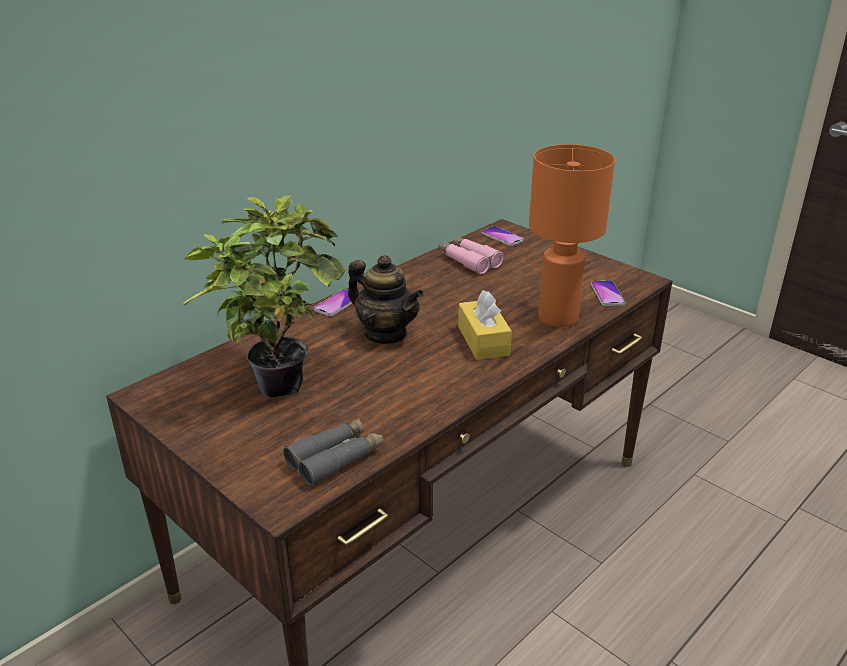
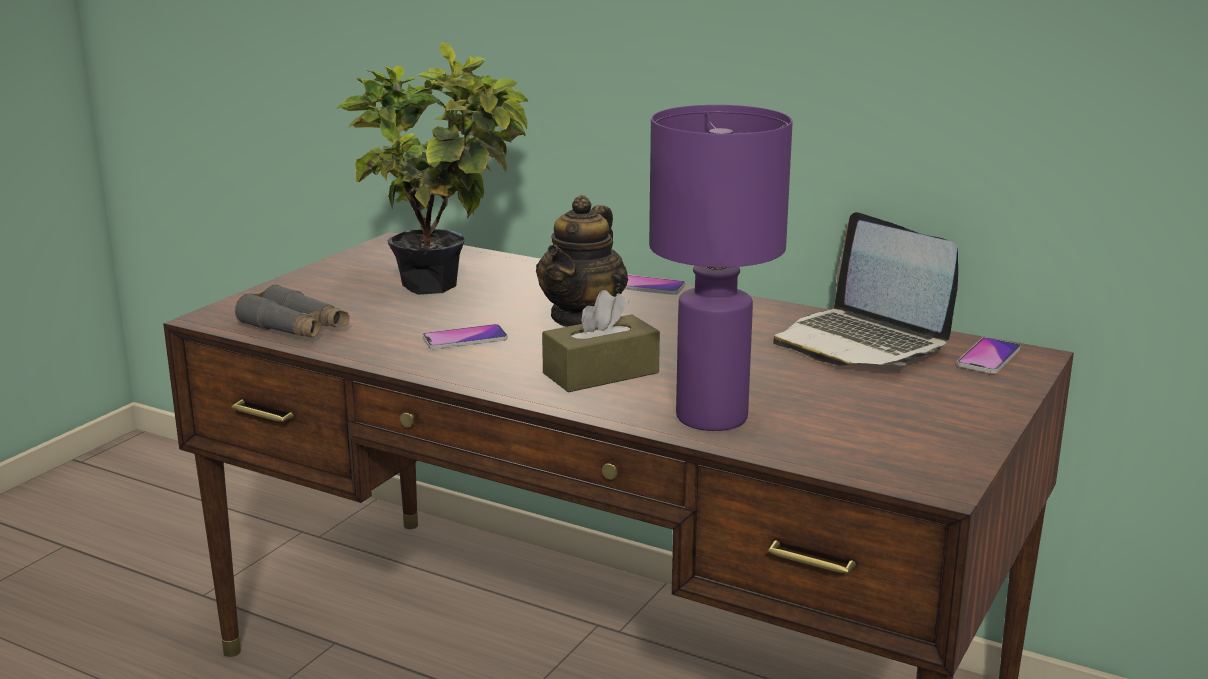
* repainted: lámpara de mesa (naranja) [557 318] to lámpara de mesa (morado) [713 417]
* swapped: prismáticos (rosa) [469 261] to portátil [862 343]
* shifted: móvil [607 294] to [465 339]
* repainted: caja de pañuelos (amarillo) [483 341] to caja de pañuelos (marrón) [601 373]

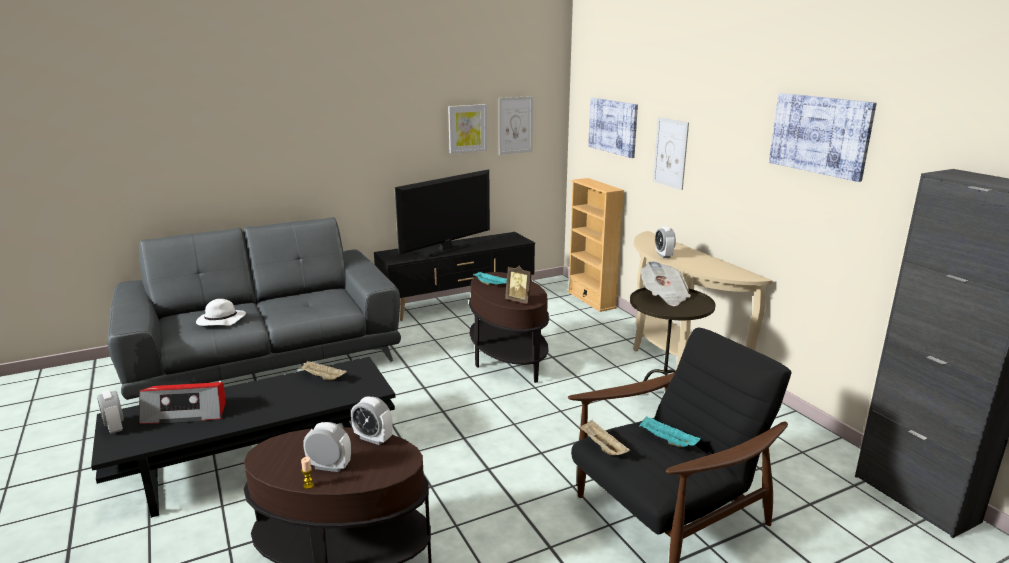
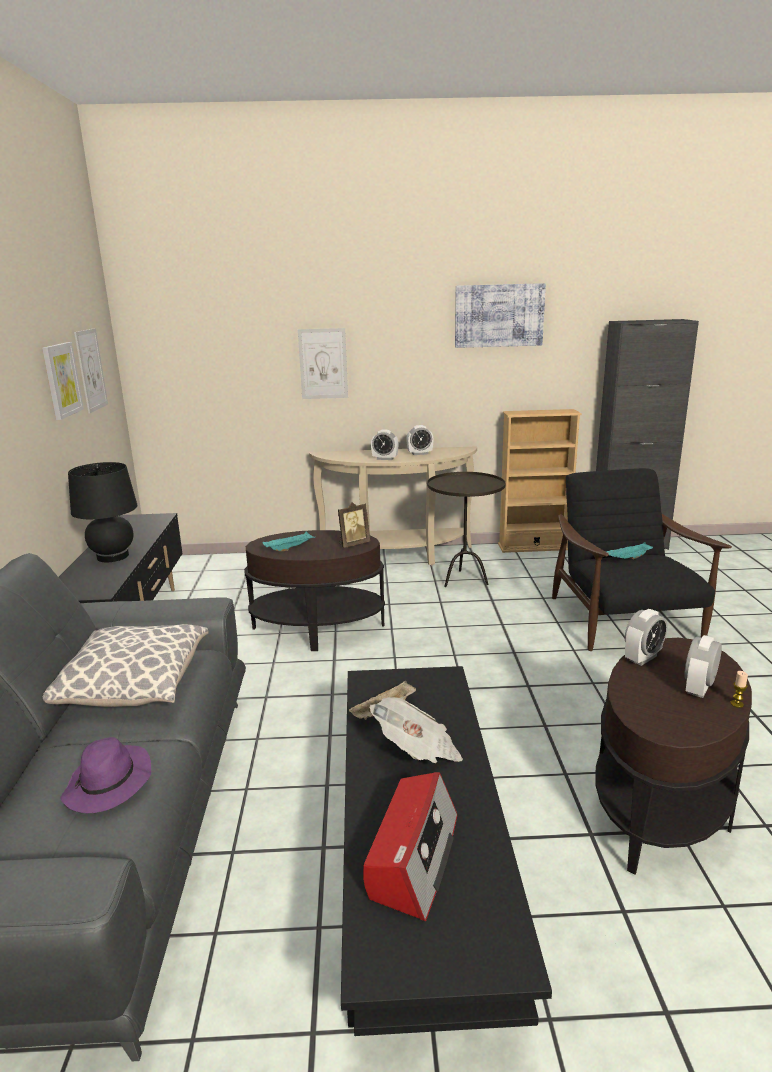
* gone: cuadro [613 126]
* swapped: televisor [445 249] to lámpara de mesa (negro) [113 556]
* shifted: estantería (beis) [591 299] to [534 547]
* shifted: periódico [664 296] to [417 751]
* repainted: sombrero (blanco) [220 321] to sombrero (morado) [109 784]
* shifted: despertador [115 427] to [420 453]
* gone: bandeja (beis) [602 447]
* new: cojín [134 687]

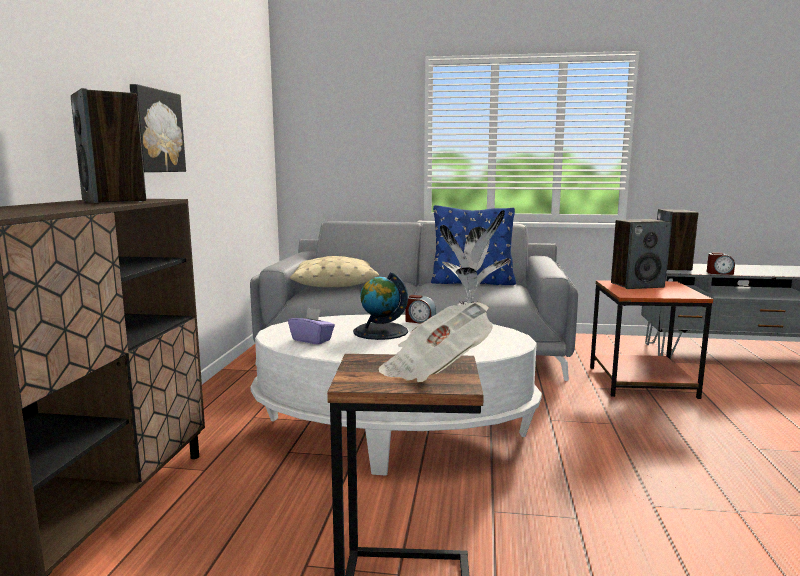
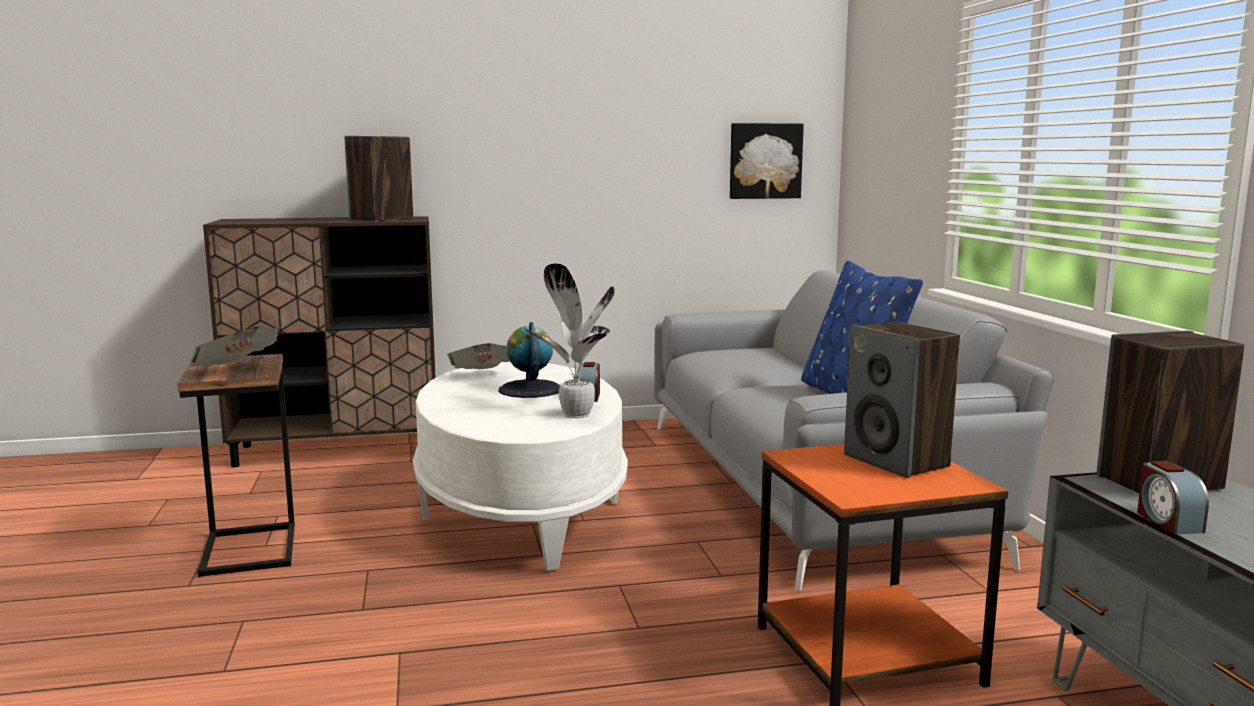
* shifted: cuadro [155 131] to [765 161]
* gone: cojín (beis) [333 283]
* swapped: caja de pañuelos (morado) [312 340] to periódico [482 376]

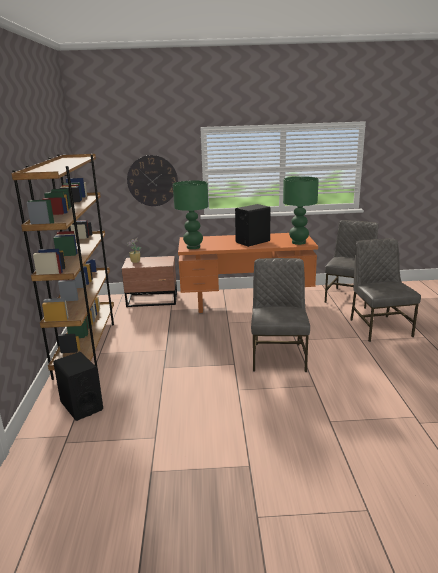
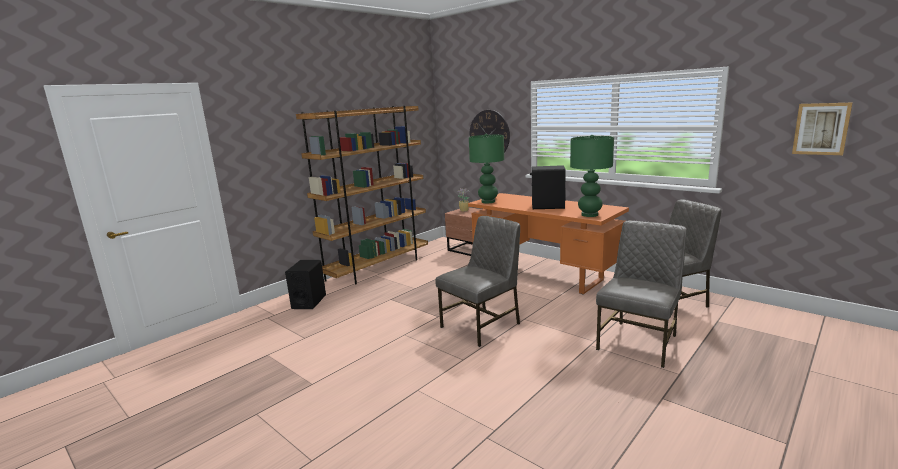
* new: cuadro [821 129]

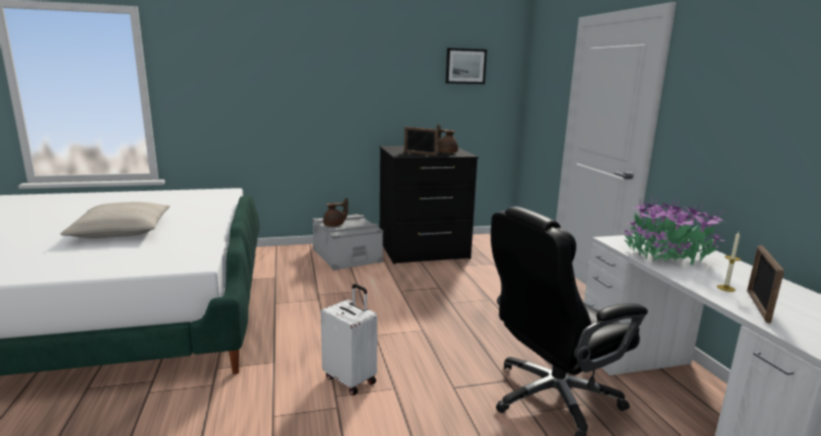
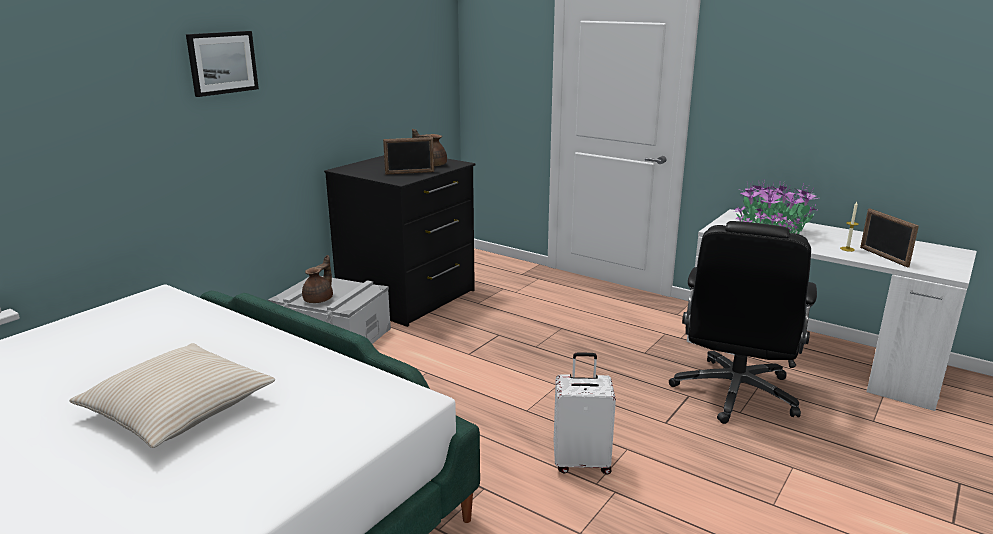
* shifted: cuadro [465 66] to [222 63]

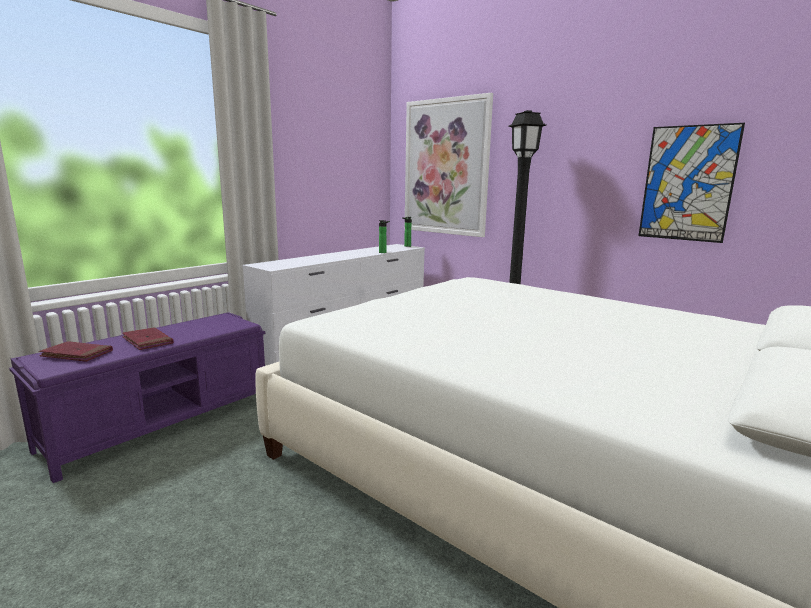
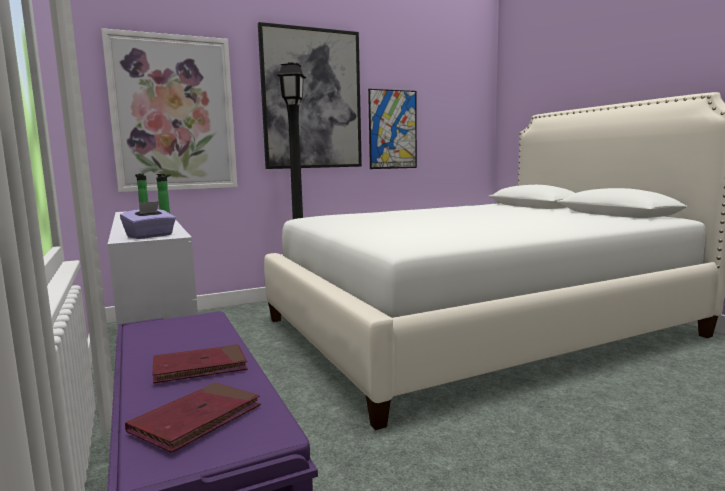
* new: cuadro [312 99]
* new: caja de pañuelos (morado) [150 236]

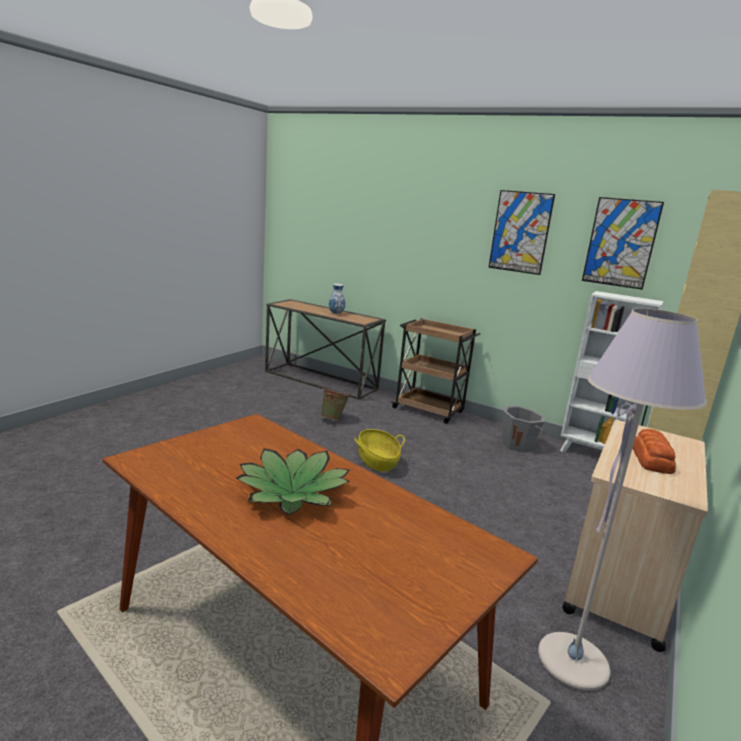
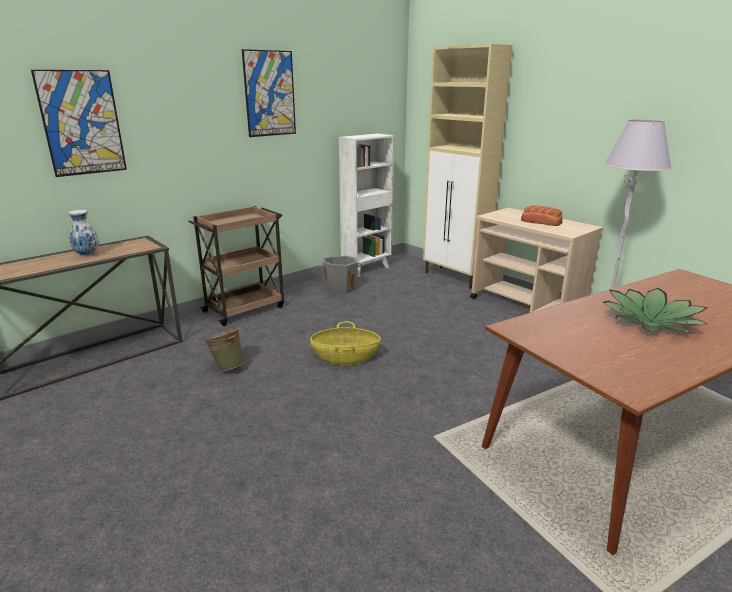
* shifted: cuadro [621 243] to [82 123]

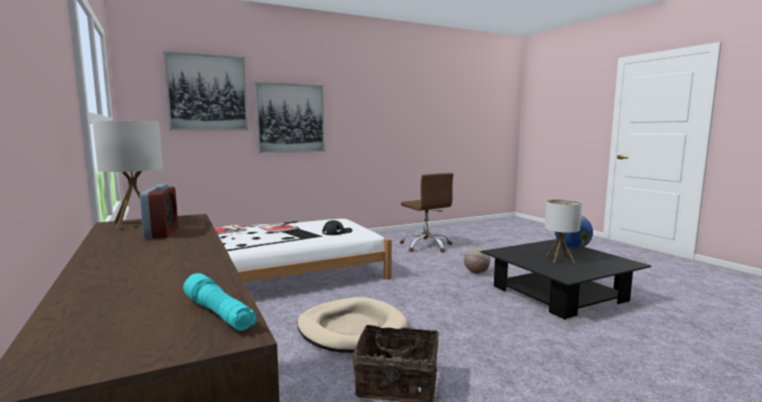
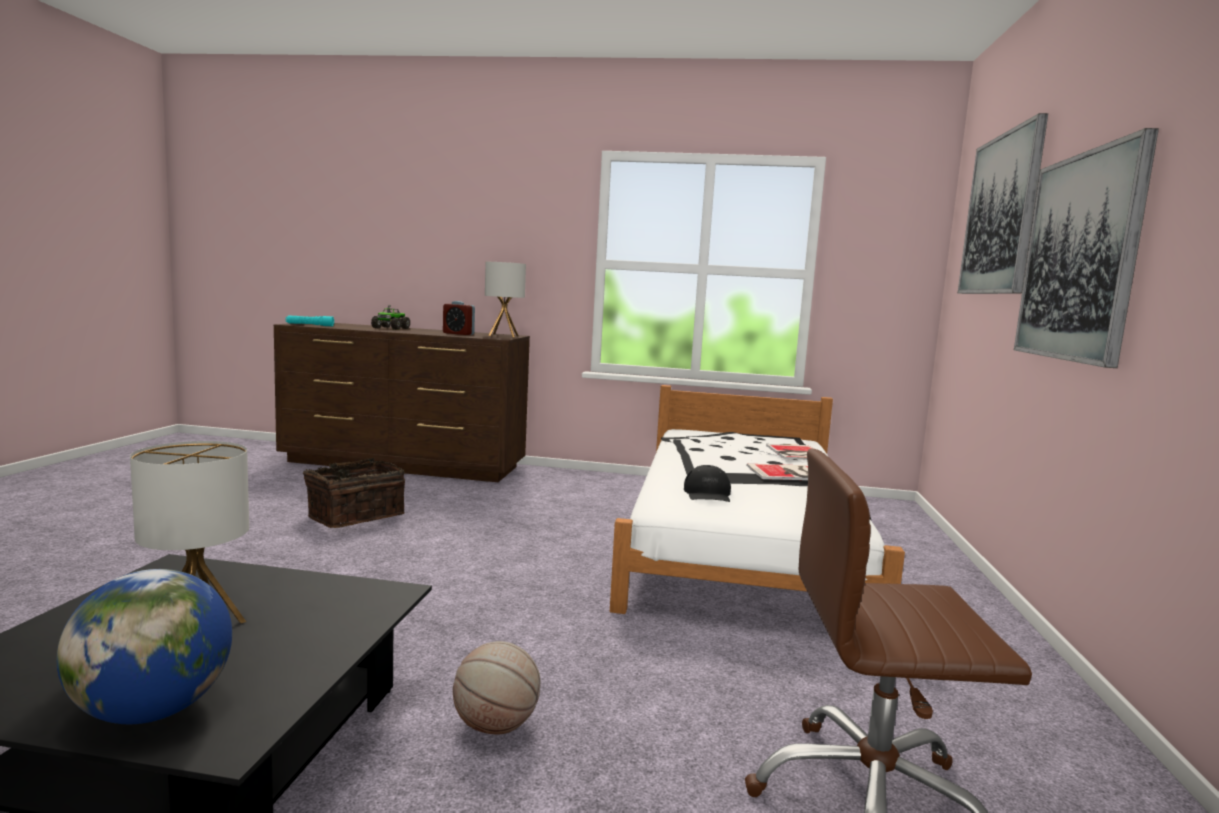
* gone: cama para perro (beis) [351 329]
* new: camión de juguete [391 328]

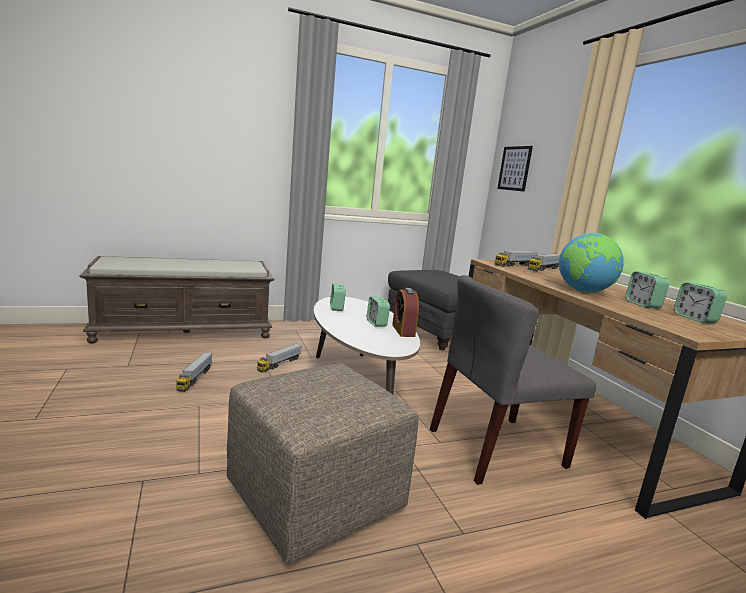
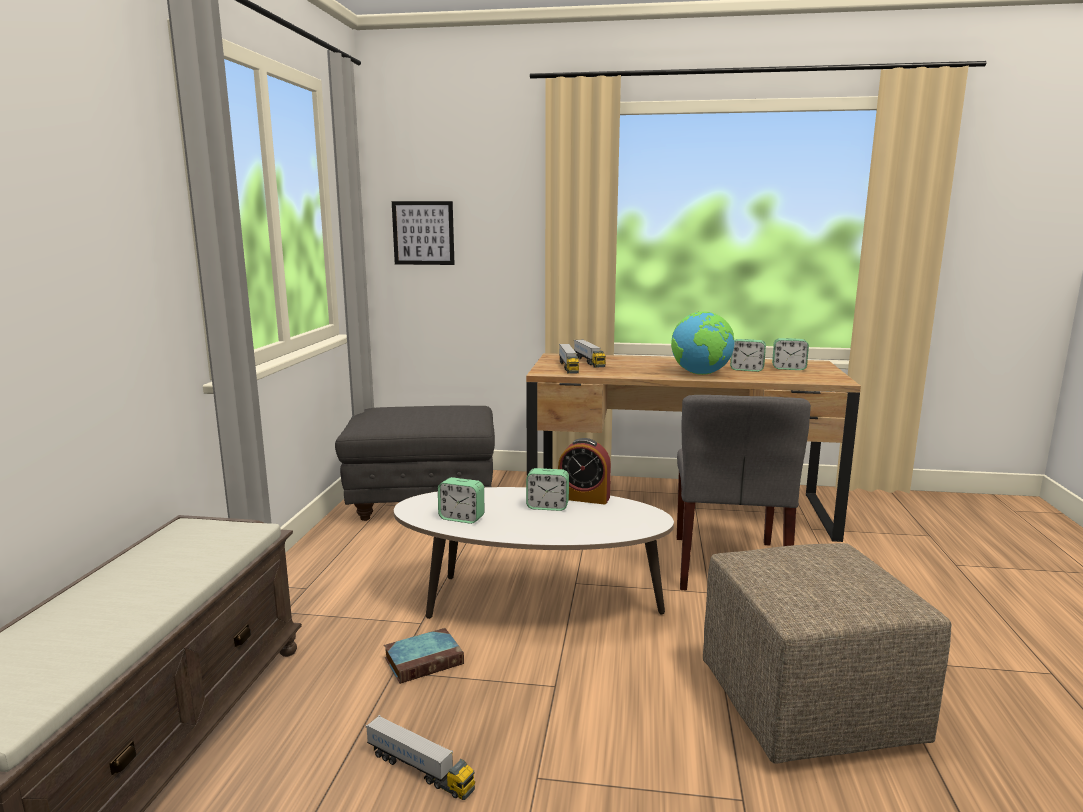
* swapped: camión de juguete [279 364] to libro [425 660]

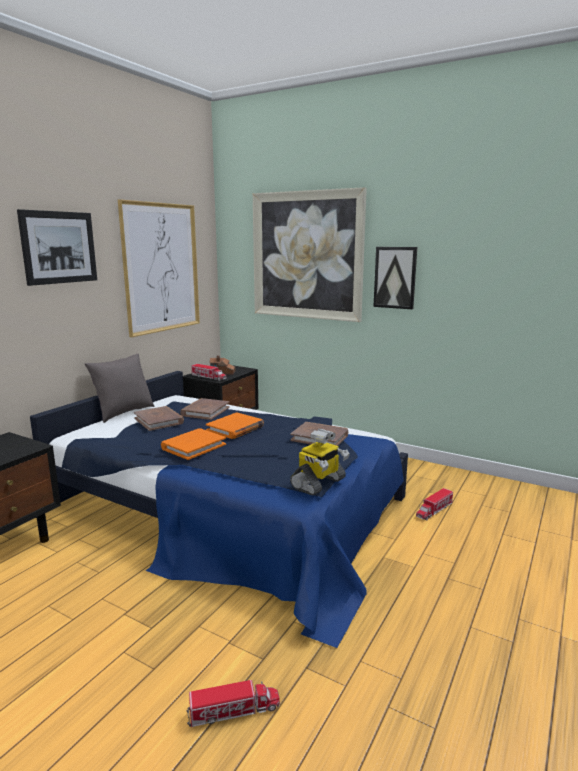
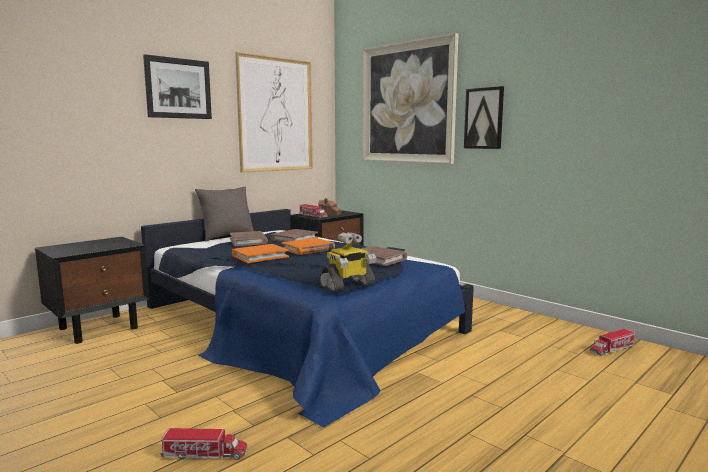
* shifted: camión de juguete [434 510] to [611 349]

